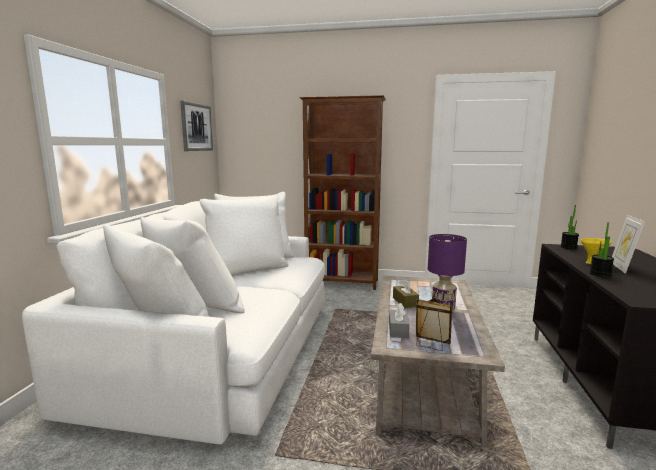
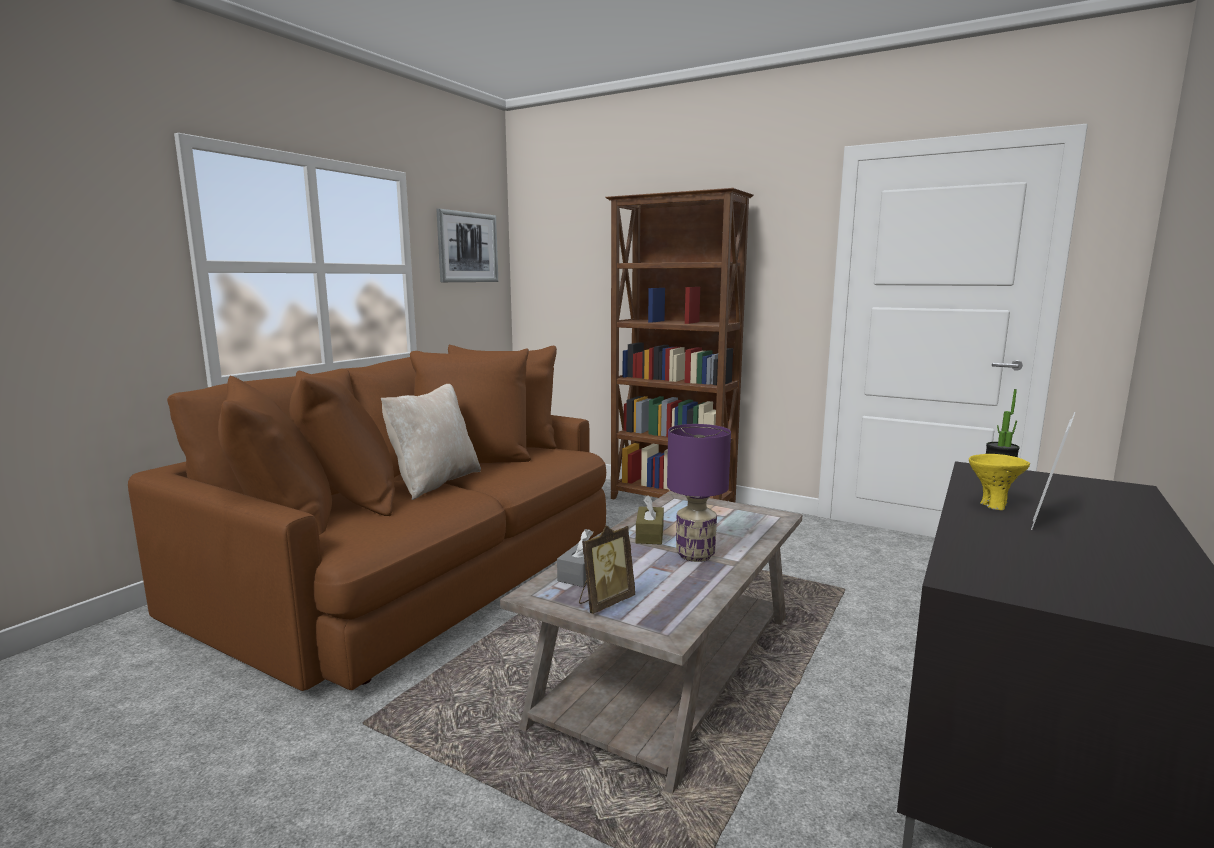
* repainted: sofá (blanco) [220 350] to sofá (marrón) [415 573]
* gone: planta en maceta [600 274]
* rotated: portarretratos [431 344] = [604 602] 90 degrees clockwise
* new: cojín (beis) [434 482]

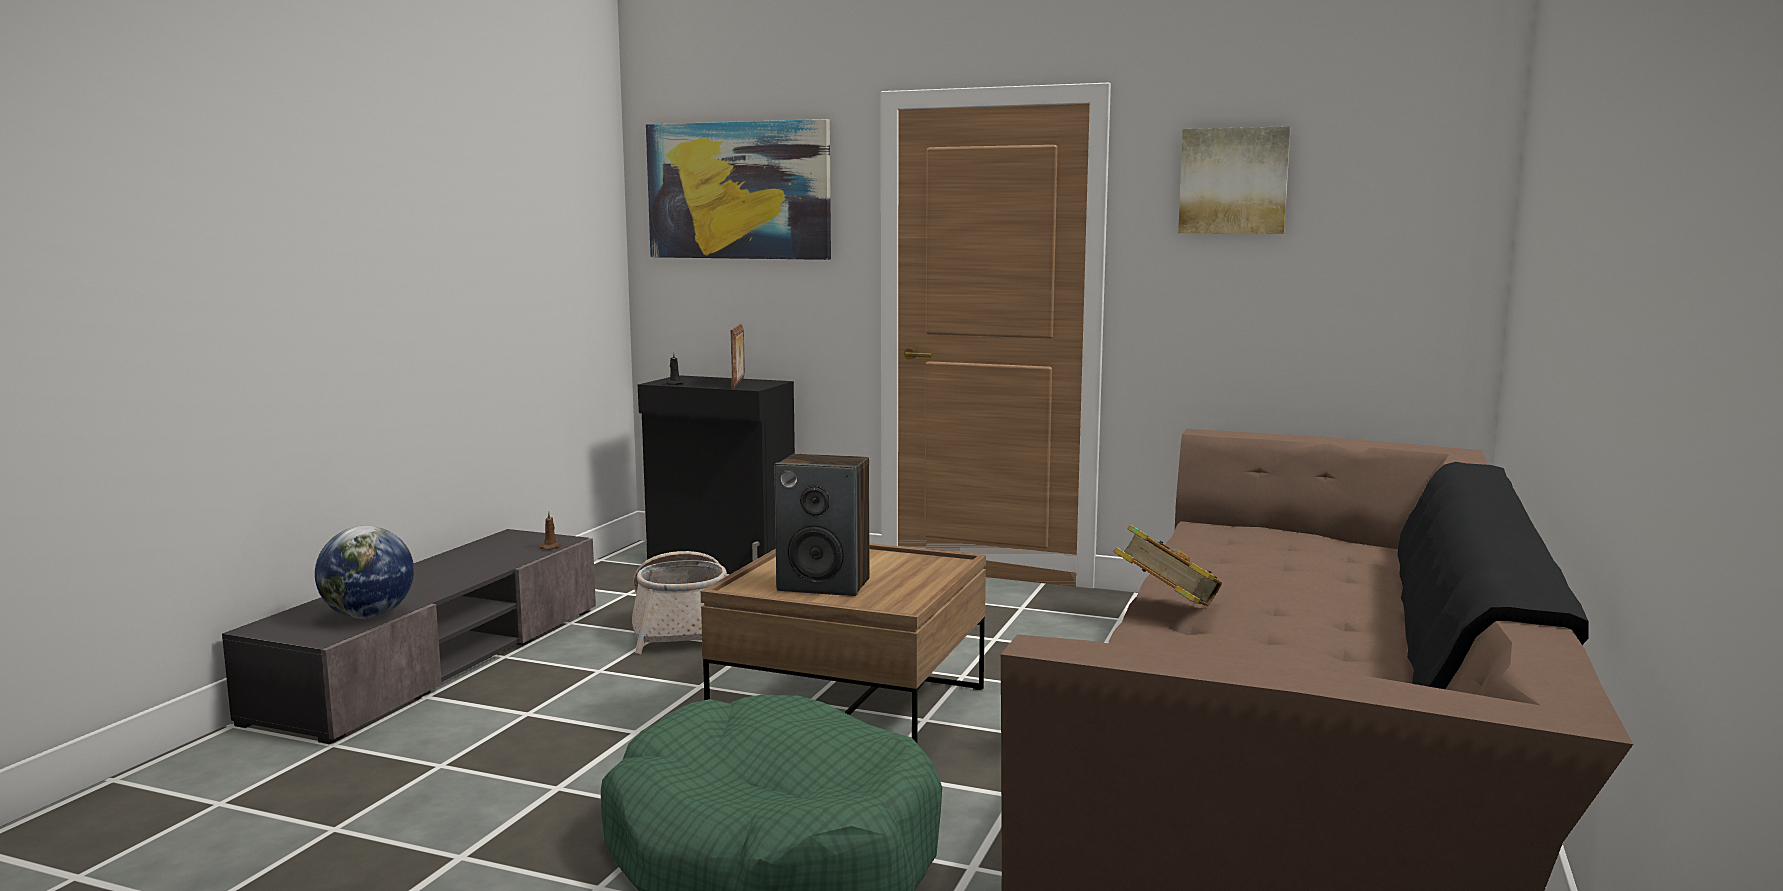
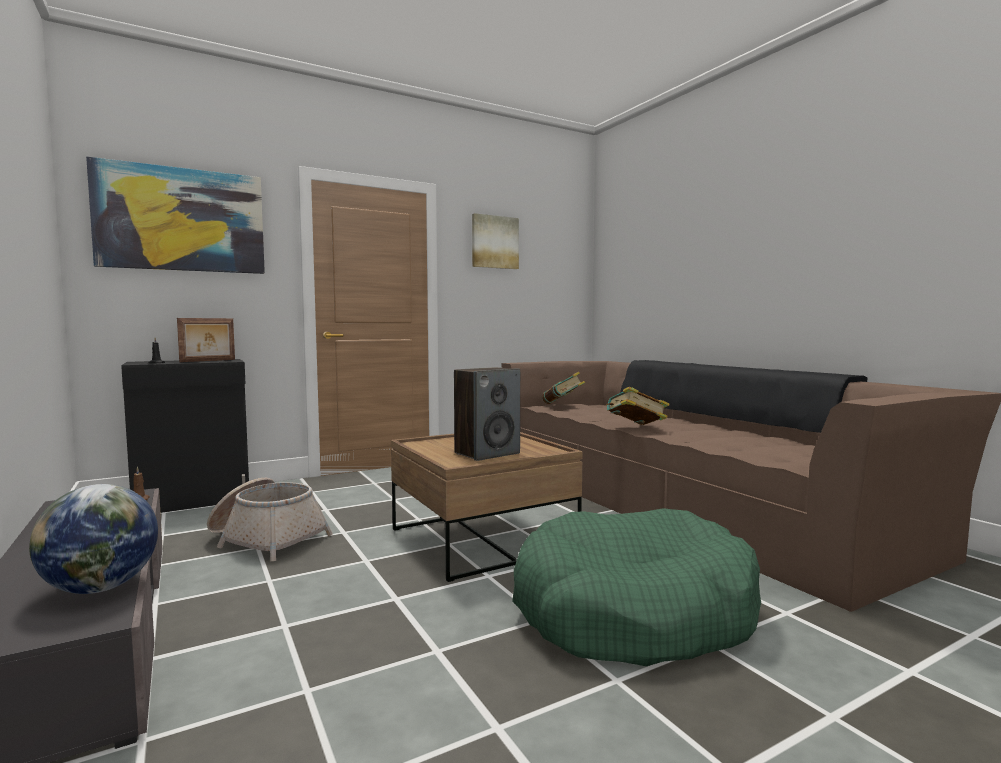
* rotated: portarretratos [739 383] = [208 360] 90 degrees clockwise
* new: libro [562 405]

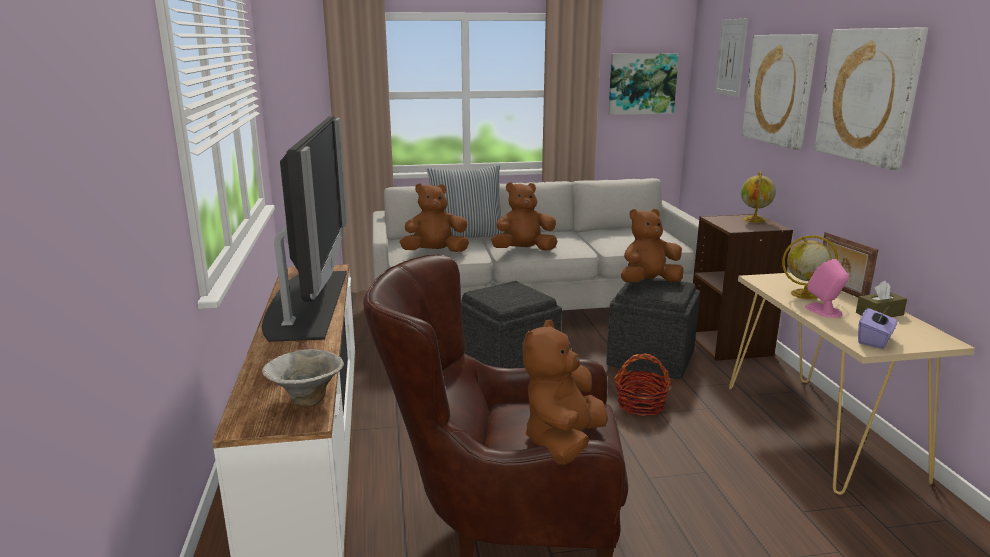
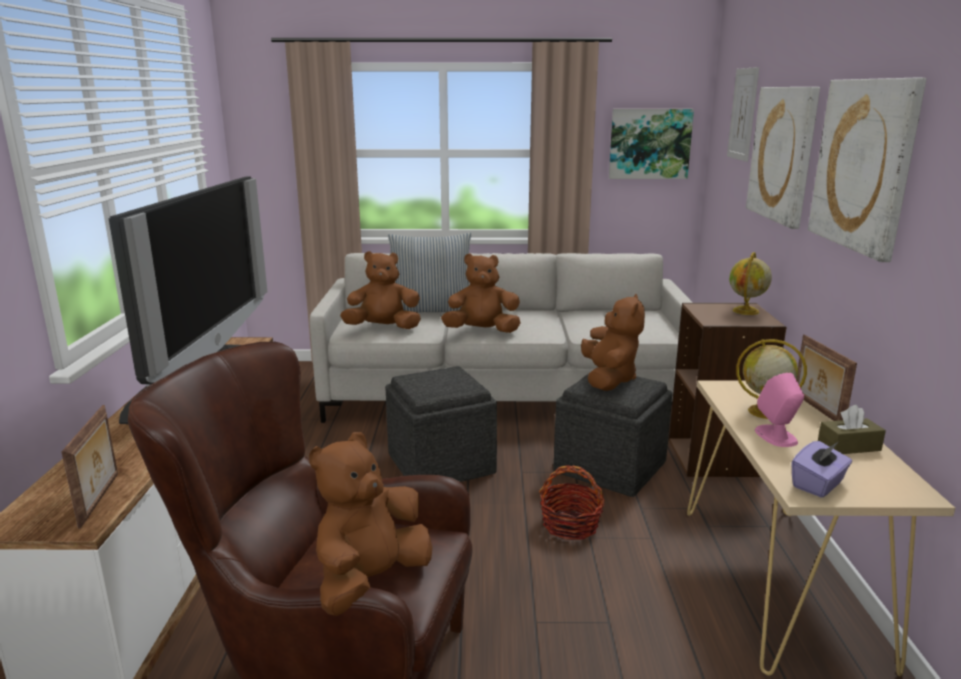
* rotated: peluche (marrón) [648 283] = [609 379] 105 degrees clockwise
* swapped: cuenco [306 400] to portarretratos [101 499]

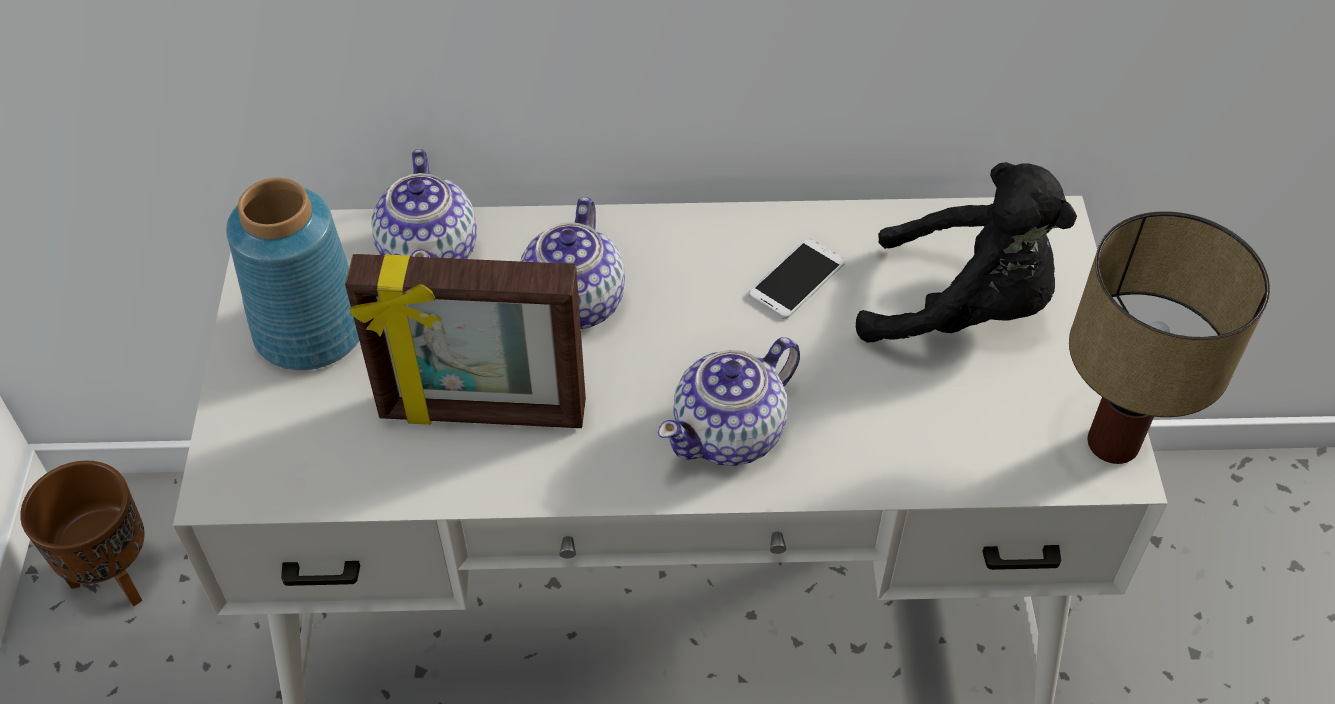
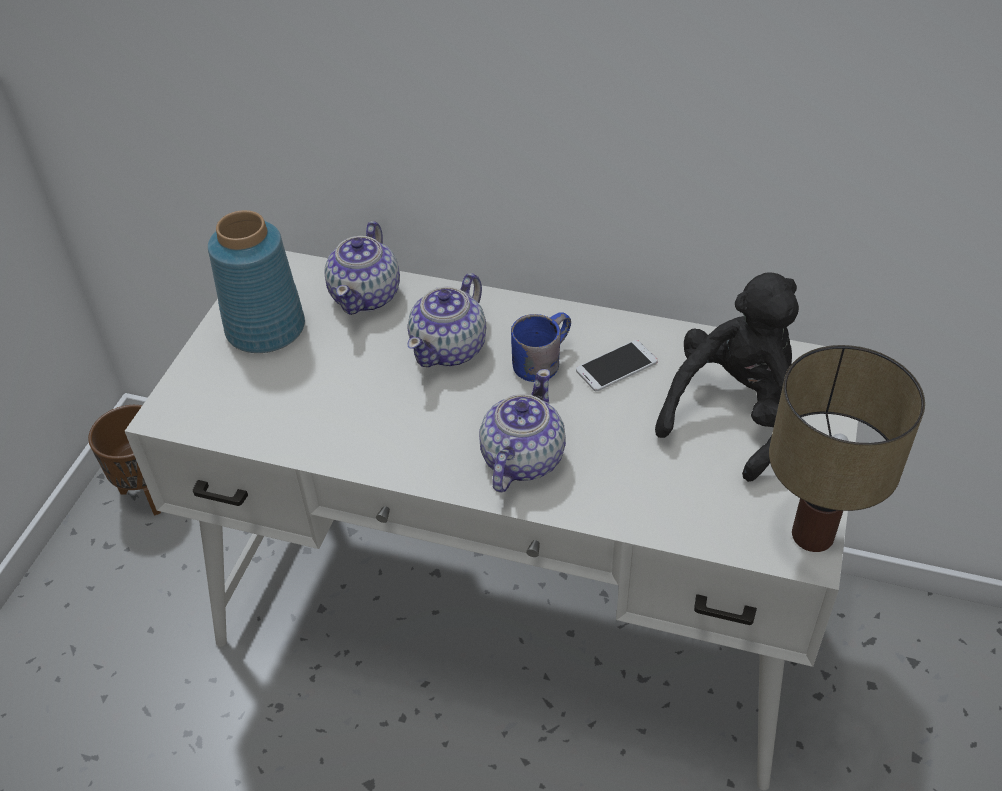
* rotated: peluche (negro) [962 310] = [734 414] 90 degrees counterclockwise
* gone: portarretratos [482 414]
* rotated: tetera [730 433] = [521 459] 135 degrees clockwise
* new: taza grande (azul) [539 359]

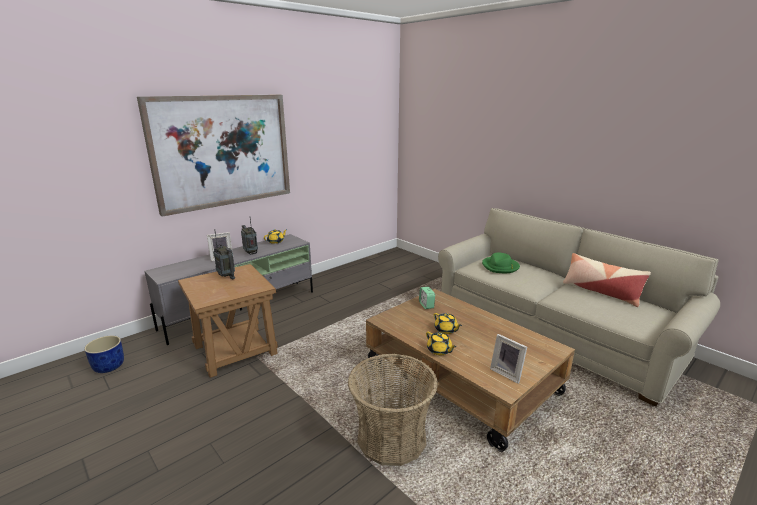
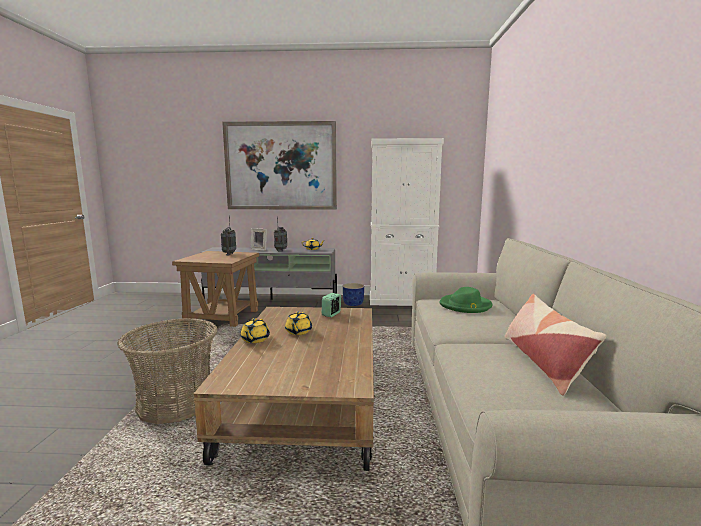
* gone: portarretratos [507 373]
* shifted: maceta (azul) [108 367] to [353 304]
* new: armario (blanco) [401 300]

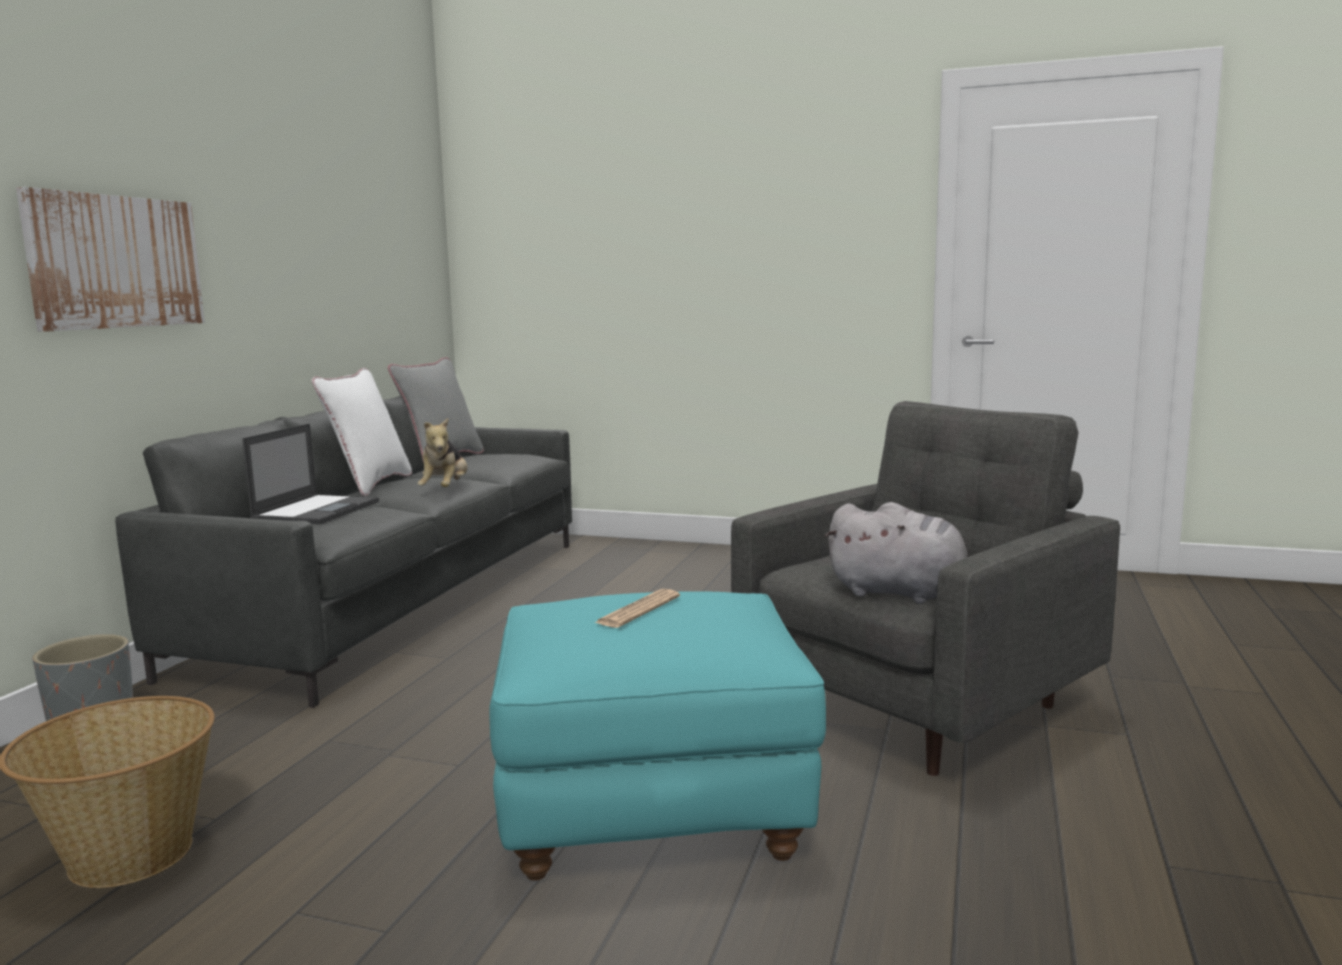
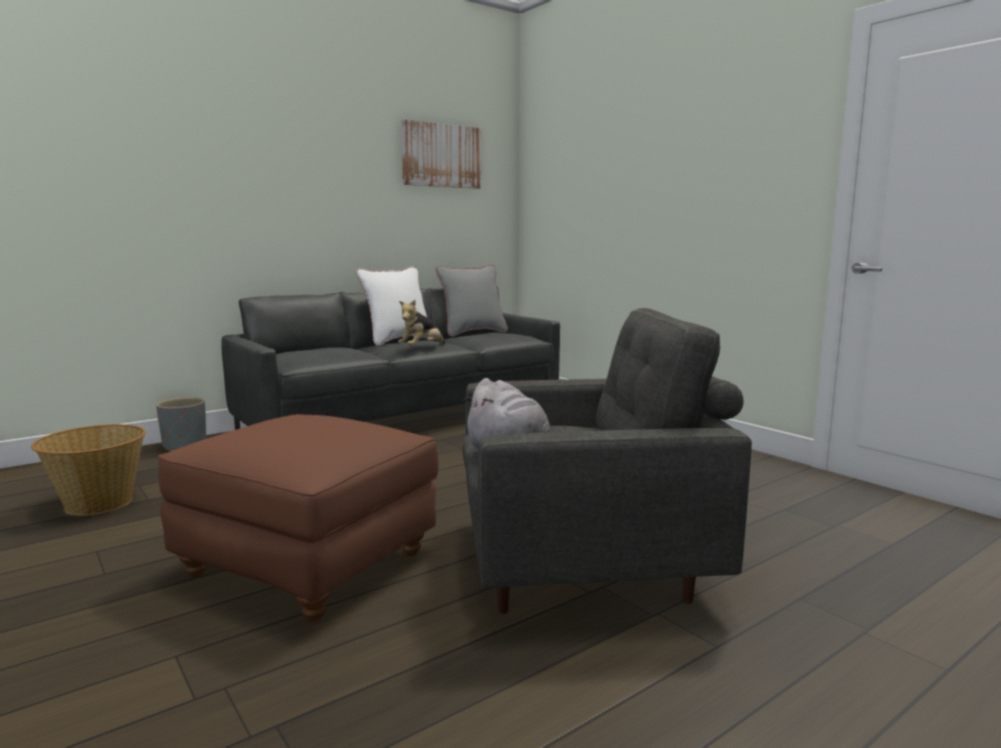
* shifted: cuadro [115 262] to [441 155]
* gone: portátil [317 510]
* gone: periódico [638 610]
* repainted: puf (turquesa) [653 809] to puf (marrón) [309 565]

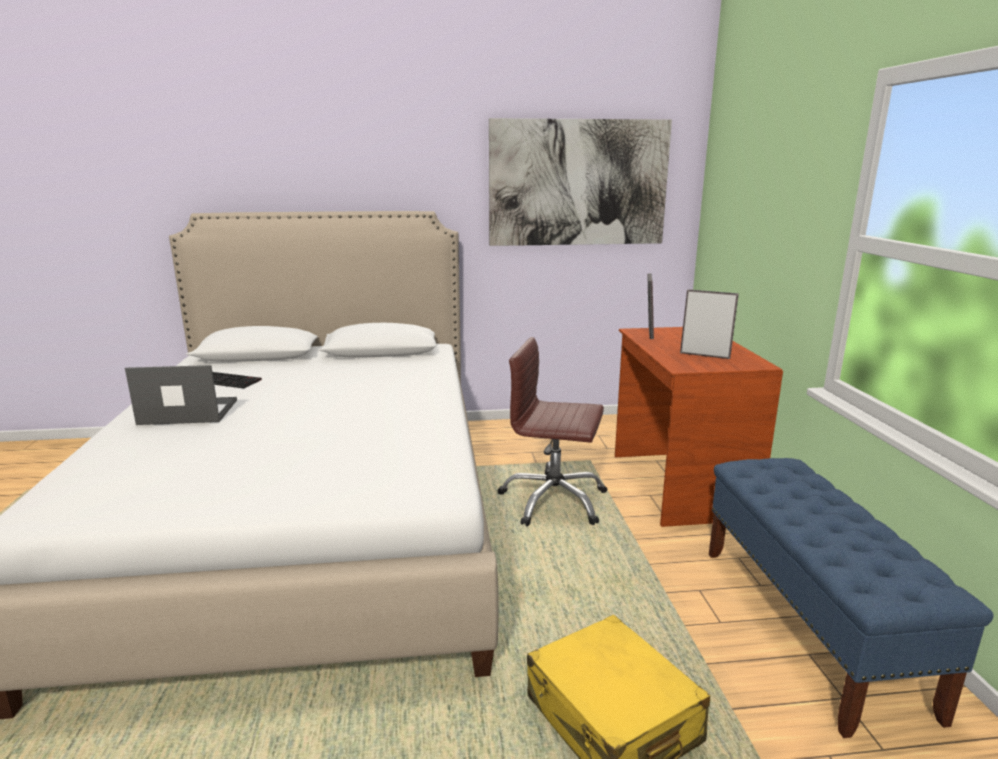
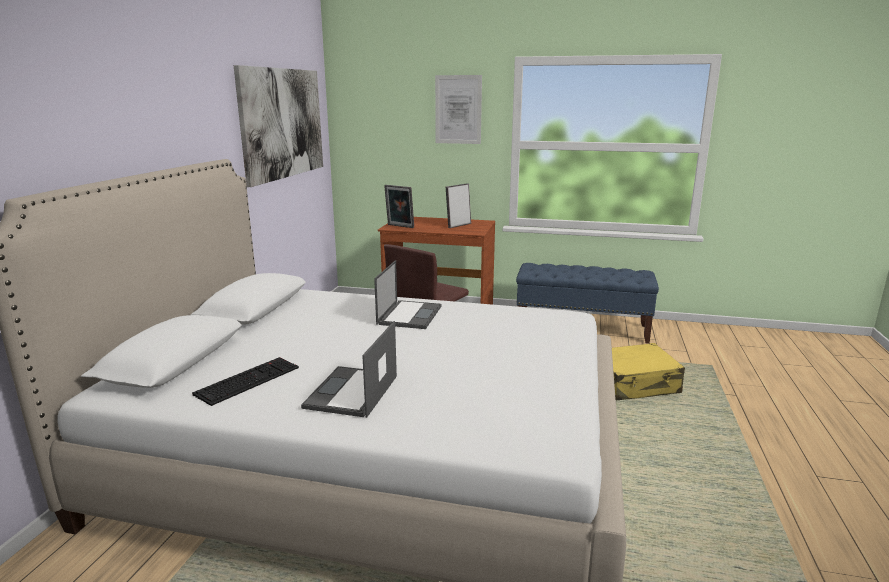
* new: cuadro [458 109]
* new: portátil [409 315]

